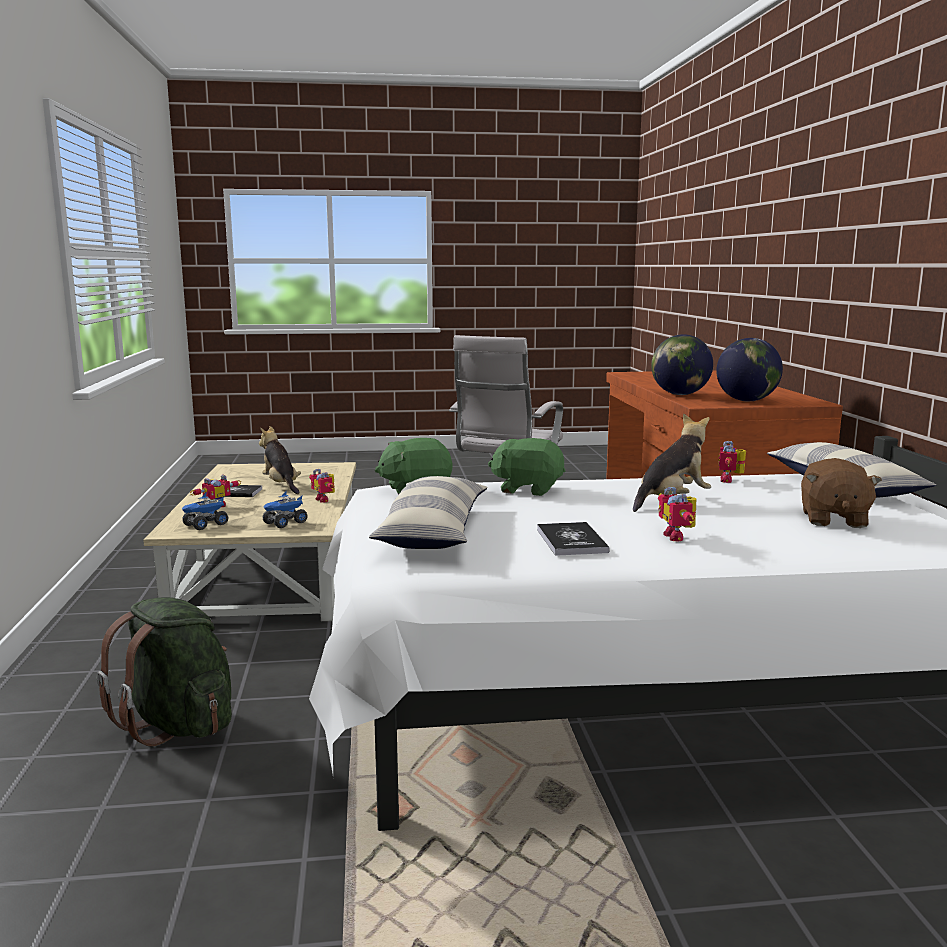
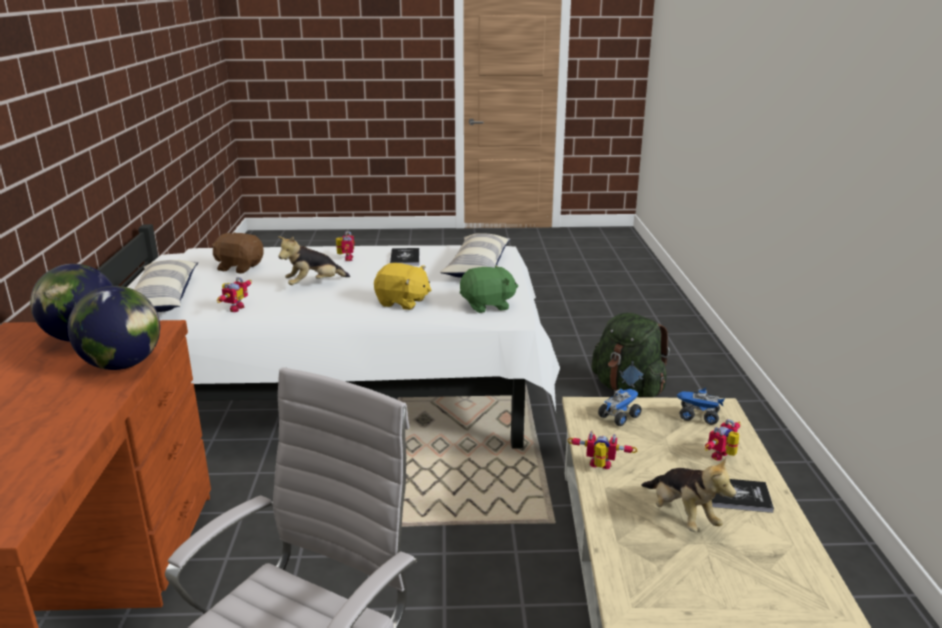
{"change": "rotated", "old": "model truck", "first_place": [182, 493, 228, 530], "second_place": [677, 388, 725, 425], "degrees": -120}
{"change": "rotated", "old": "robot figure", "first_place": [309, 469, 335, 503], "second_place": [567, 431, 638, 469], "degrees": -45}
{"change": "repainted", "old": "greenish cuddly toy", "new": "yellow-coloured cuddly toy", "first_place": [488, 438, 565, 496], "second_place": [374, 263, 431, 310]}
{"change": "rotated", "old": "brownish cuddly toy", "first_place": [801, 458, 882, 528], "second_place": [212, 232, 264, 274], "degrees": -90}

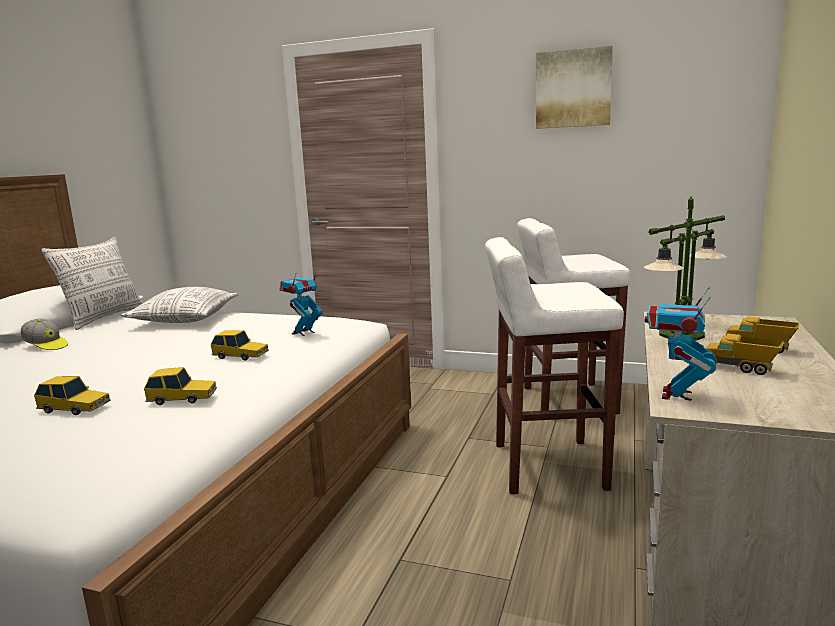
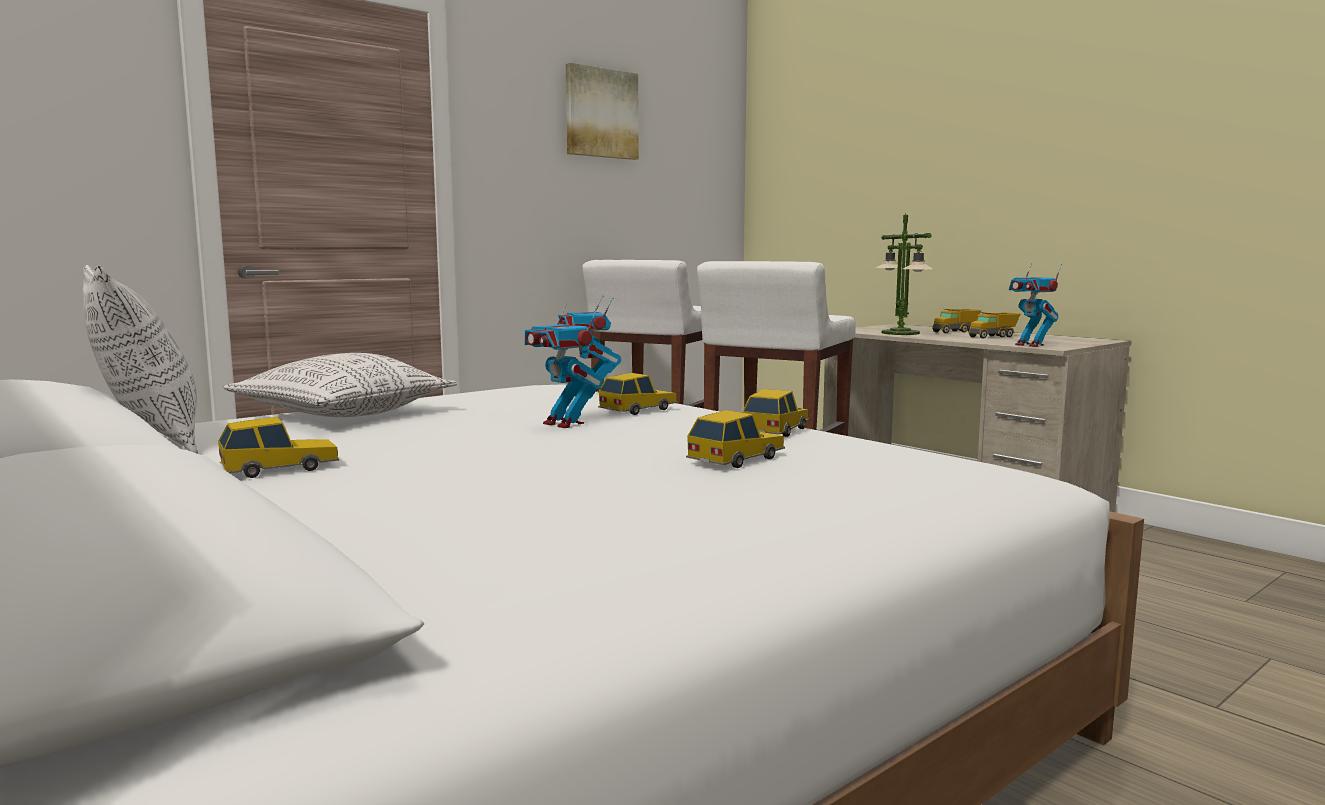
{"change": "swapped", "old": "peaked cap", "new": "model car", "first_place": [21, 319, 68, 350], "second_place": [218, 417, 339, 478]}
{"change": "new", "new": "robot figure", "second_place": [525, 303, 603, 428]}

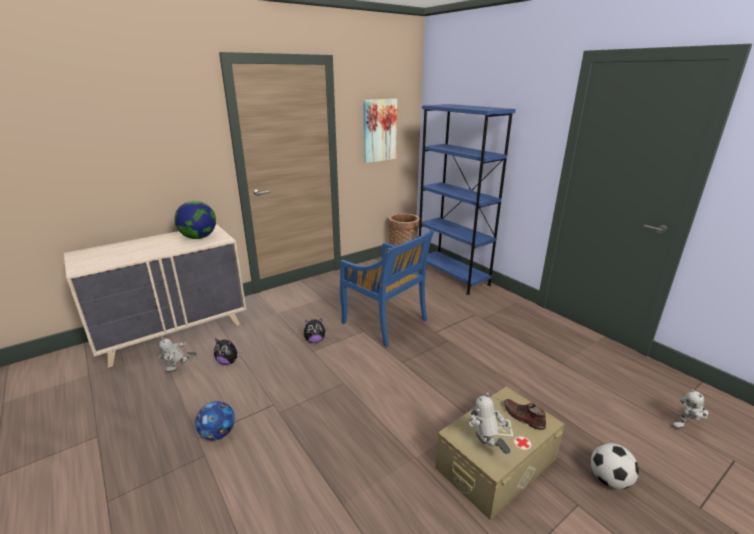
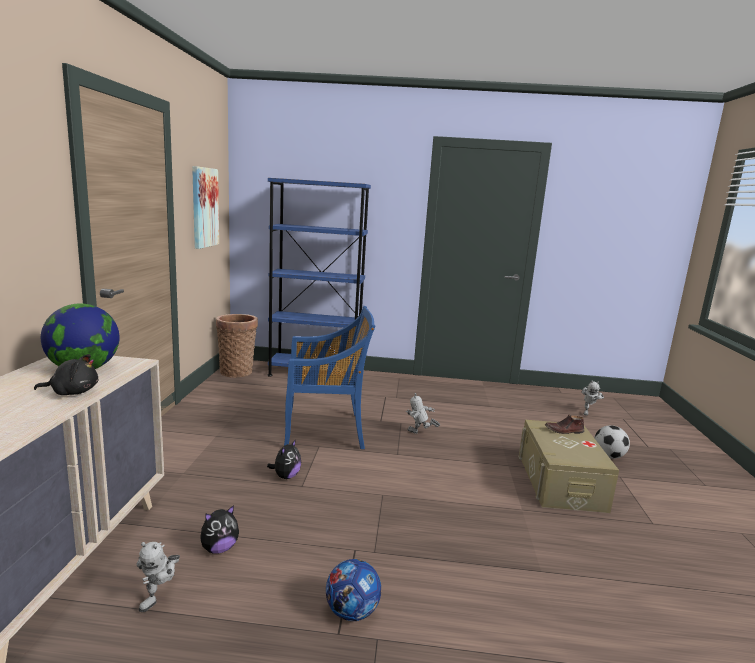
{"change": "shifted", "old": "robot figure", "first_place": [469, 392, 511, 454], "second_place": [406, 393, 440, 434]}
{"change": "new", "new": "blackish cuddly toy", "second_place": [34, 354, 98, 395]}

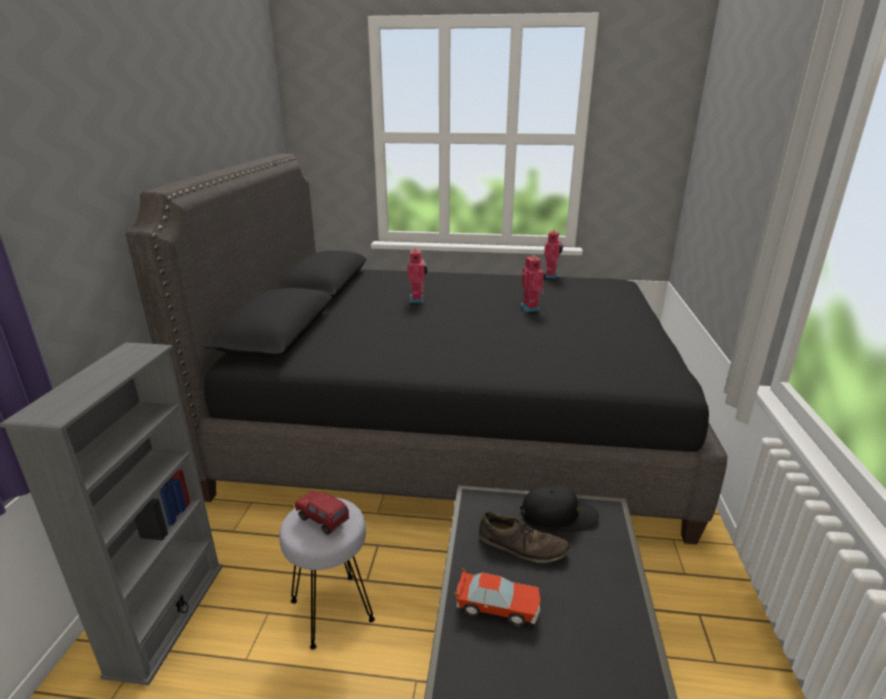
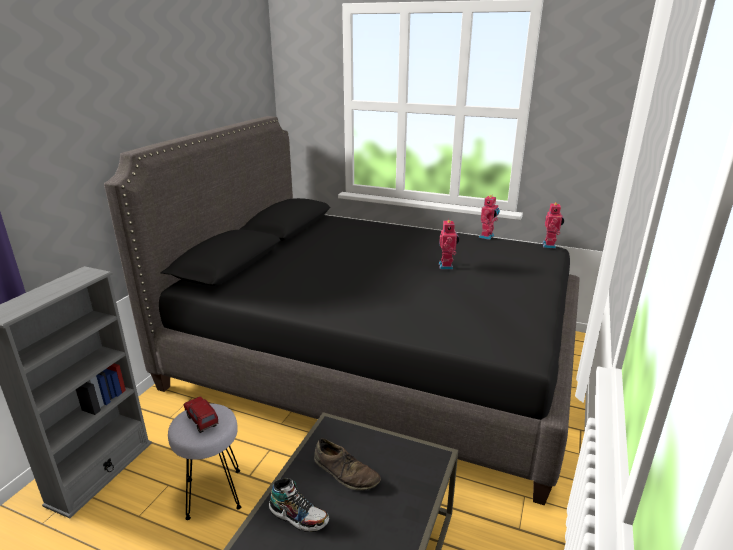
{"change": "shifted", "old": "robot figure", "first_place": [407, 248, 427, 303], "second_place": [542, 202, 564, 249]}
{"change": "swapped", "old": "model car", "new": "low shoe", "first_place": [454, 568, 540, 626], "second_place": [269, 478, 329, 532]}
{"change": "gone", "old": "blackish peaked cap", "first_place": [521, 486, 599, 532]}

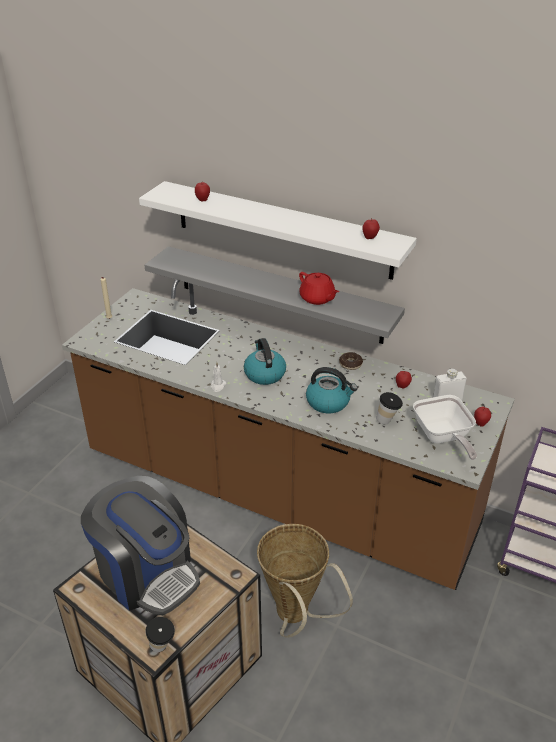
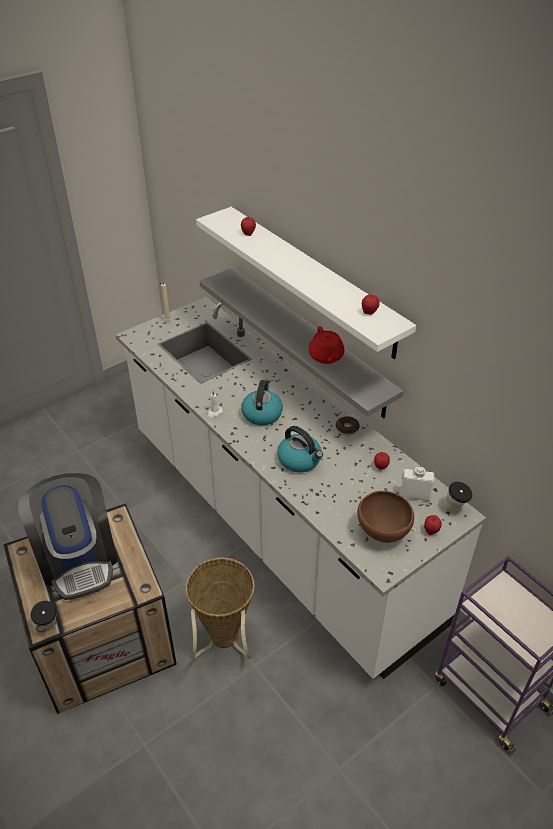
{"change": "repainted", "old": "brownish kitchen counter", "new": "whitish kitchen counter", "first_place": [62, 279, 514, 590], "second_place": [115, 297, 486, 679]}
{"change": "shifted", "old": "drinking cup", "first_place": [376, 392, 403, 424], "second_place": [443, 482, 472, 513]}
{"change": "swapped", "old": "skillet", "new": "brownish bowl", "first_place": [413, 395, 477, 460], "second_place": [357, 491, 414, 543]}

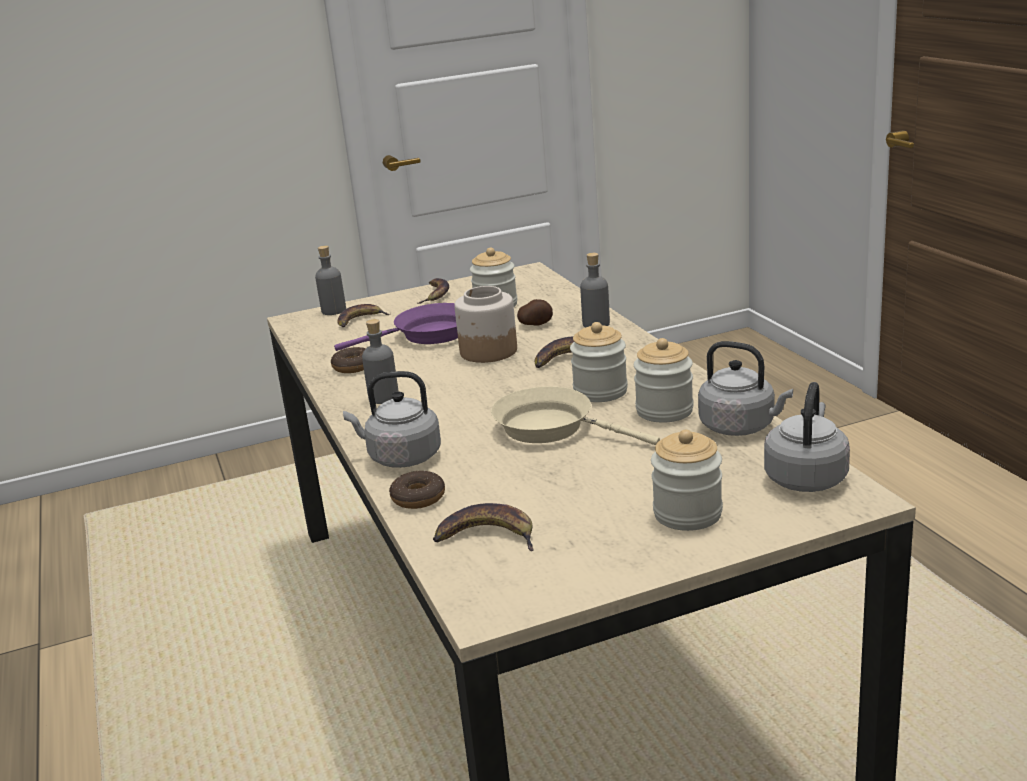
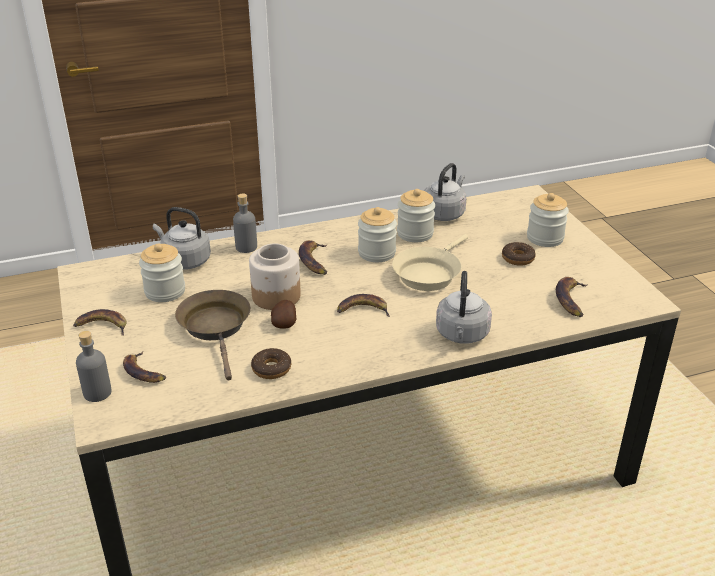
{"change": "repainted", "old": "purple skillet", "new": "brownish skillet", "first_place": [334, 303, 458, 351], "second_place": [175, 290, 251, 381]}
{"change": "gone", "old": "greyish beverage bottle", "first_place": [362, 319, 399, 404]}
{"change": "shifted", "old": "ring doughnut", "first_place": [389, 471, 445, 509], "second_place": [502, 242, 536, 266]}
{"change": "shifted", "old": "potato", "first_place": [517, 299, 553, 325], "second_place": [271, 300, 296, 329]}
{"change": "shifted", "old": "greyish tea kettle", "first_place": [764, 382, 850, 492], "second_place": [153, 207, 211, 270]}
{"change": "new", "new": "whole banana", "second_place": [337, 294, 390, 317]}

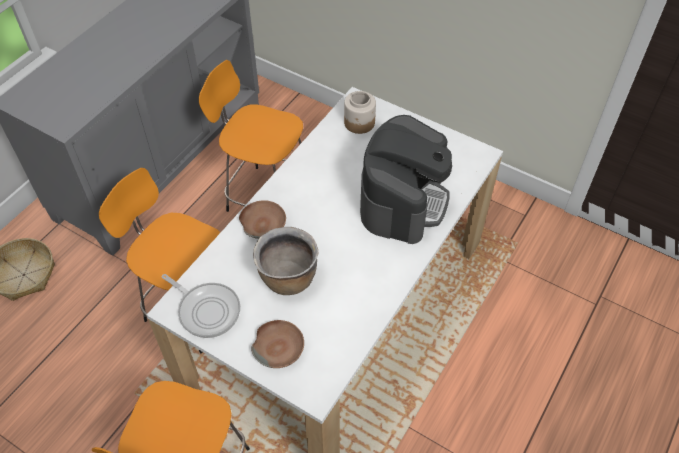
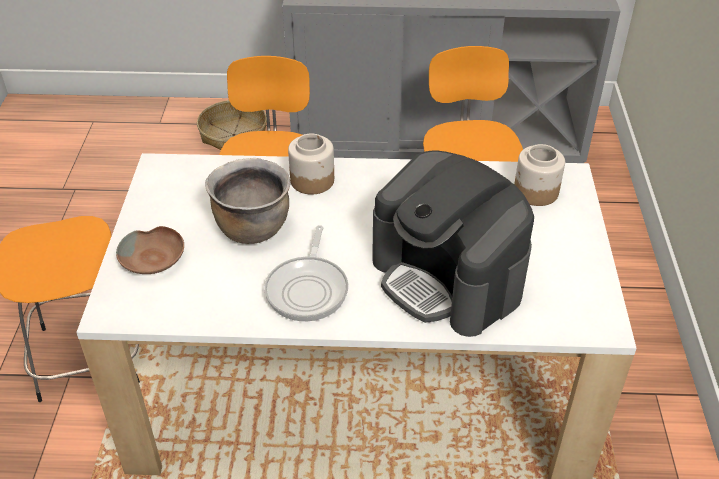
{"change": "shifted", "old": "skillet", "first_place": [162, 274, 240, 338], "second_place": [264, 225, 348, 321]}
{"change": "swapped", "old": "brownish bowl", "new": "preserve jar", "first_place": [239, 200, 286, 239], "second_place": [288, 133, 334, 194]}
{"change": "rotated", "old": "coffee maker", "first_place": [360, 115, 452, 244], "second_place": [372, 150, 534, 337], "degrees": 60}

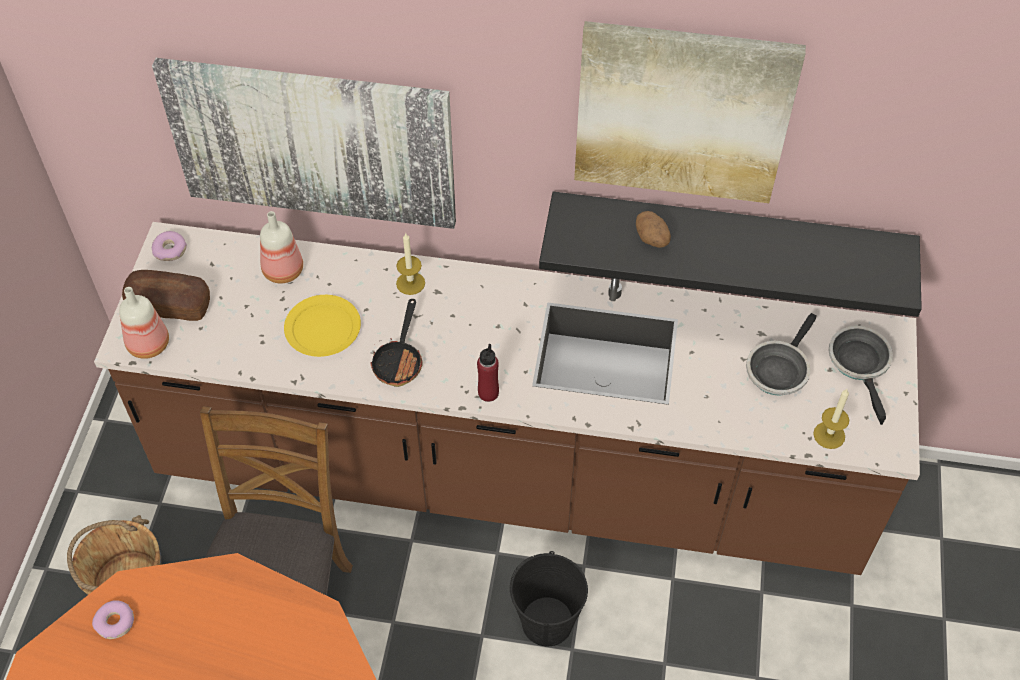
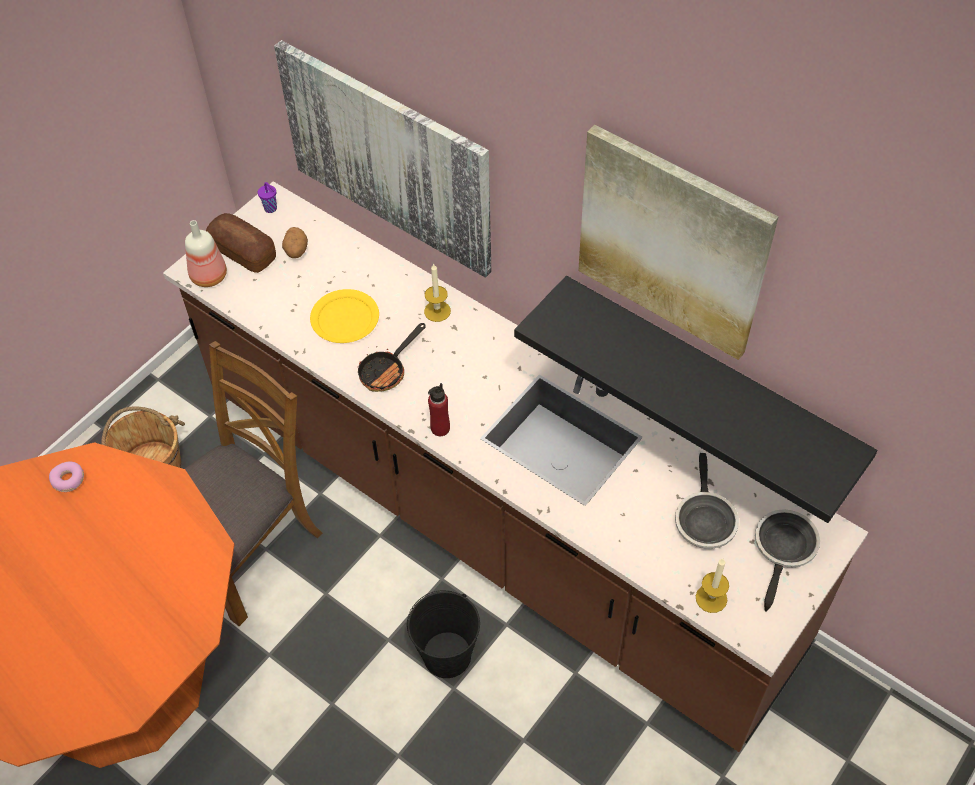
{"change": "swapped", "old": "ring doughnut", "new": "purple drinking cup", "first_place": [152, 231, 187, 261], "second_place": [258, 182, 277, 213]}
{"change": "gone", "old": "beverage bottle", "first_place": [260, 211, 303, 283]}
{"change": "shifted", "old": "potato", "first_place": [636, 211, 671, 248], "second_place": [282, 227, 308, 258]}
{"change": "rotated", "old": "skillet", "first_place": [746, 313, 817, 396], "second_place": [675, 453, 739, 549], "degrees": -60}

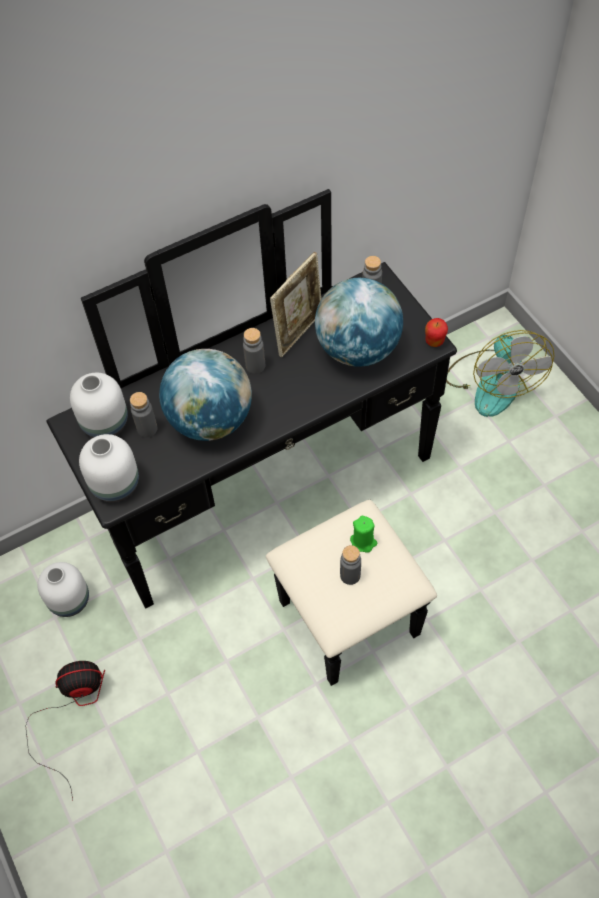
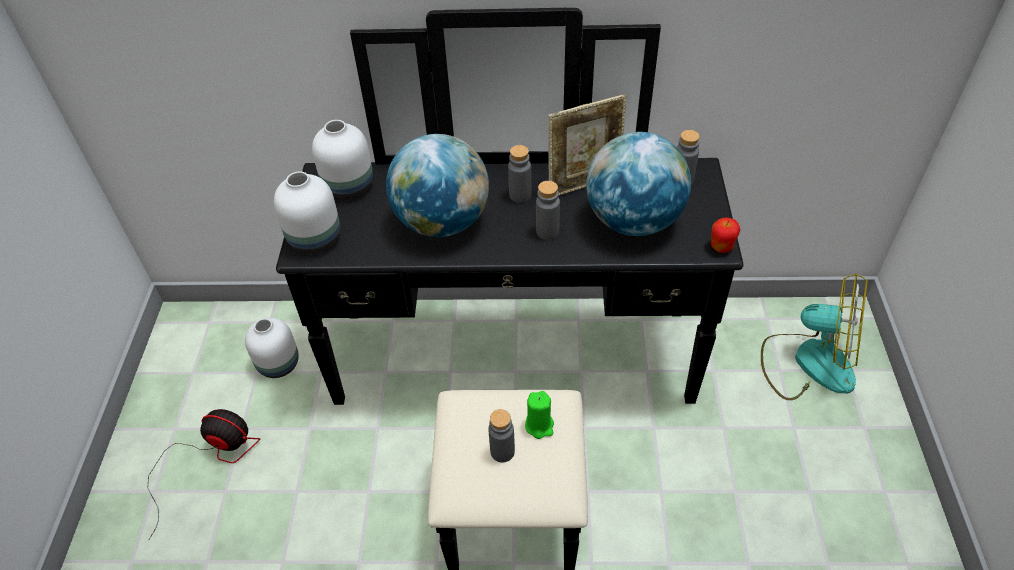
{"change": "shifted", "old": "greyish beverage bottle", "first_place": [130, 392, 158, 437], "second_place": [536, 181, 560, 240]}
{"change": "rotated", "old": "fan", "first_place": [446, 330, 555, 417], "second_place": [761, 273, 868, 400], "degrees": -90}

